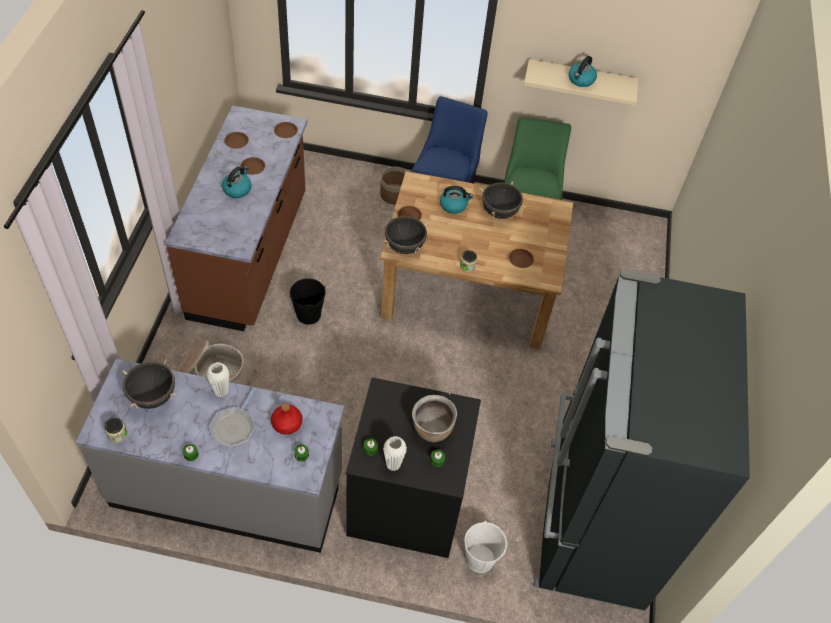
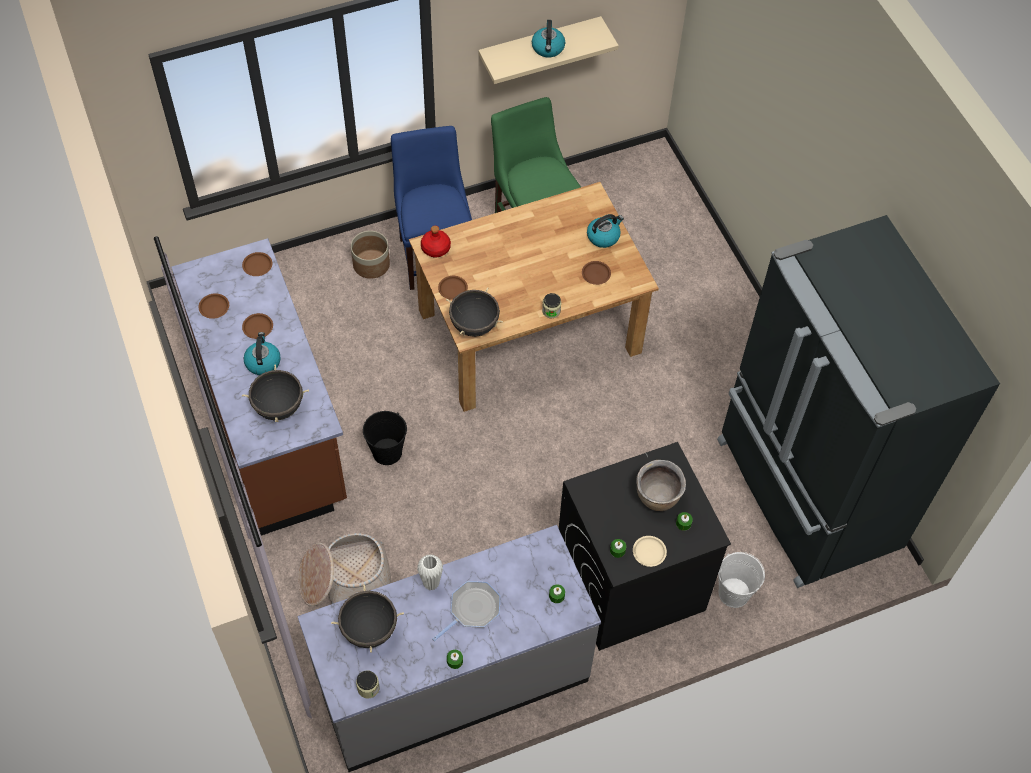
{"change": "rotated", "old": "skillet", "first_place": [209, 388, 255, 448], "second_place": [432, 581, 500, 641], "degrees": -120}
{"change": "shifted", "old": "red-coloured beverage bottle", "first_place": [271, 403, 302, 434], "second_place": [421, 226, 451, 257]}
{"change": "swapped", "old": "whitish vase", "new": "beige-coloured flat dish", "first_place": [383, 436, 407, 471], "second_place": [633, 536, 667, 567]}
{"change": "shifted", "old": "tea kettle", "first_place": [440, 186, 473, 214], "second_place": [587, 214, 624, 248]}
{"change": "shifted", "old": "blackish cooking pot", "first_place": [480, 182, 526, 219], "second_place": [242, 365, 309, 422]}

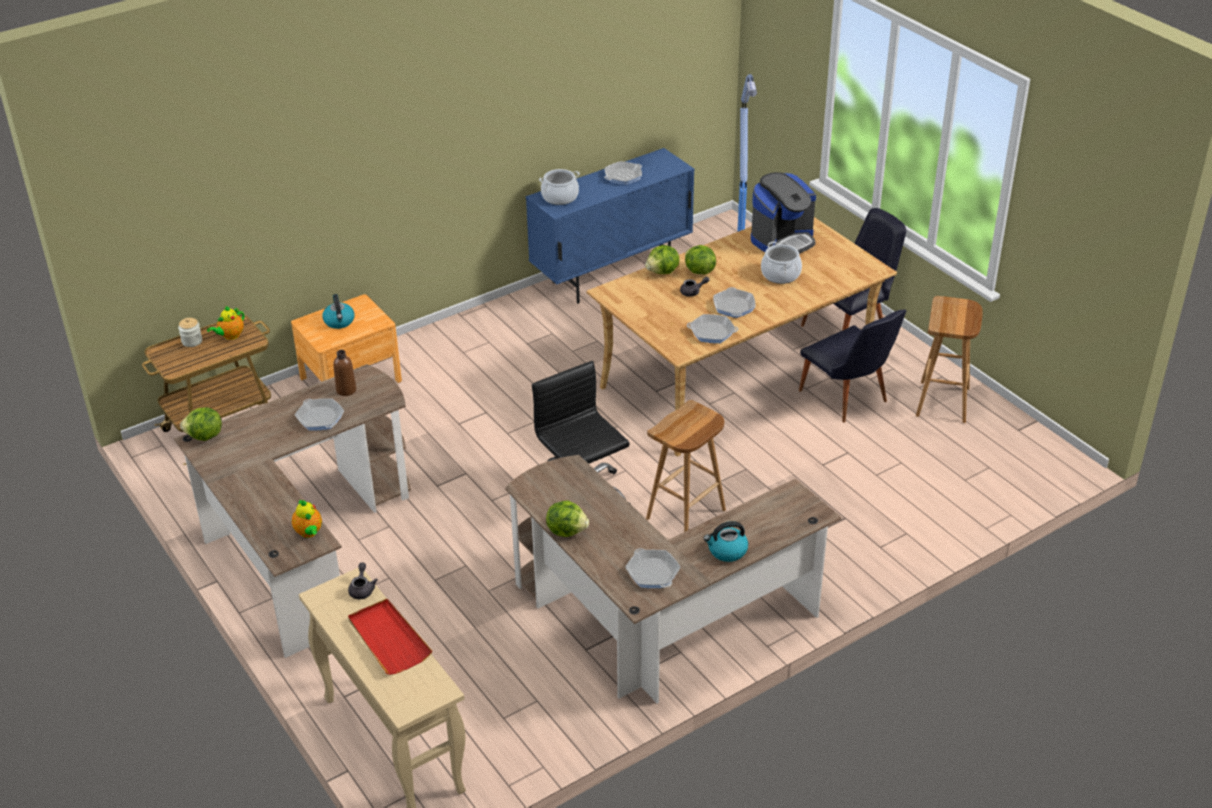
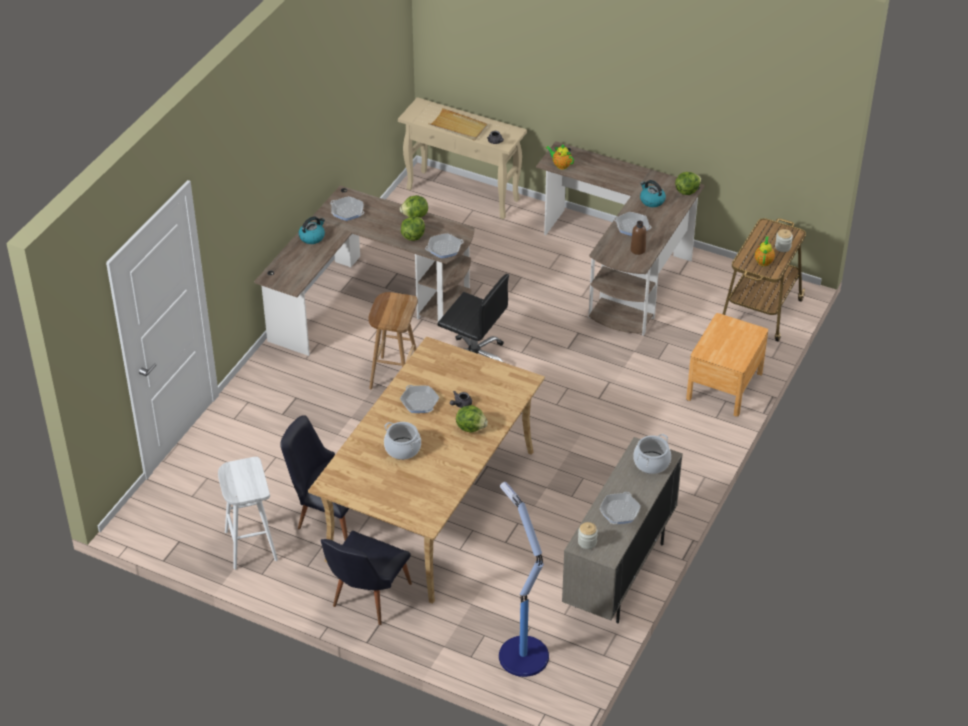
{"change": "shifted", "old": "tea kettle", "first_place": [322, 294, 354, 329], "second_place": [640, 180, 666, 207]}
{"change": "repainted", "old": "red-coloured tray", "new": "beige-coloured tray", "first_place": [348, 598, 432, 675], "second_place": [428, 108, 488, 141]}
{"change": "repainted", "old": "blue-coloured cabinet", "new": "beige-coloured cabinet", "first_place": [526, 148, 694, 304], "second_place": [562, 437, 683, 624]}
{"change": "shifted", "old": "lettuce", "first_place": [645, 245, 679, 274], "second_place": [401, 217, 425, 241]}
{"change": "shifted", "old": "skillet", "first_place": [687, 314, 738, 343], "second_place": [425, 233, 464, 259]}
{"change": "gone", "old": "coffee maker", "first_place": [751, 172, 816, 254]}
{"change": "repainted", "old": "brownish stool seat", "new": "whitish stool seat", "first_place": [916, 296, 983, 423], "second_place": [218, 457, 278, 570]}
{"change": "new", "new": "preserve jar", "second_place": [578, 522, 598, 549]}

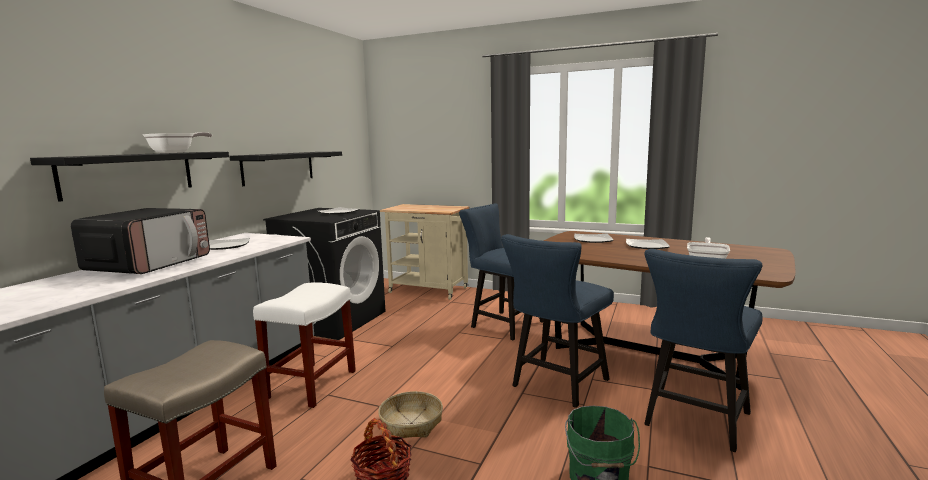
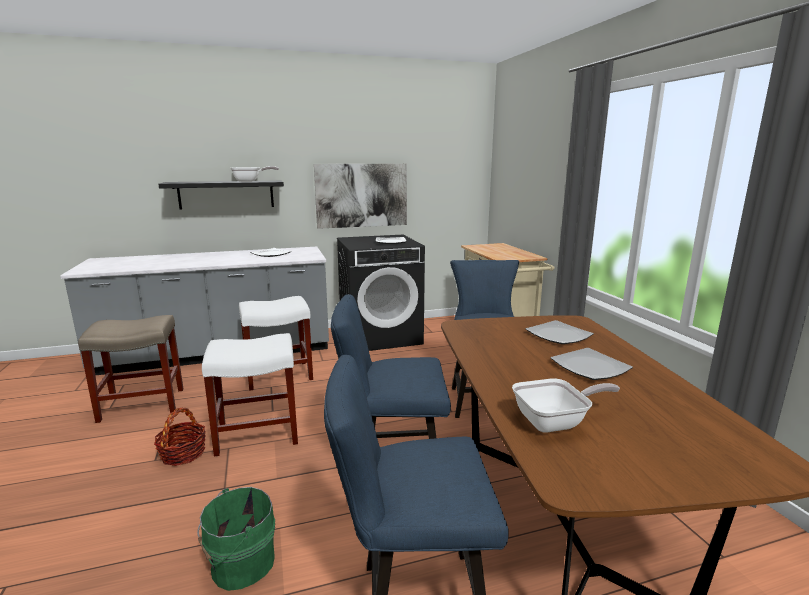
{"change": "gone", "old": "microwave oven", "first_place": [71, 208, 210, 274]}
{"change": "swapped", "old": "blackish shelf", "new": "wall picture", "first_place": [229, 151, 342, 186], "second_place": [314, 164, 407, 229]}
{"change": "swapped", "old": "household basket", "new": "whitish stool seat", "first_place": [378, 391, 443, 438], "second_place": [202, 333, 298, 457]}

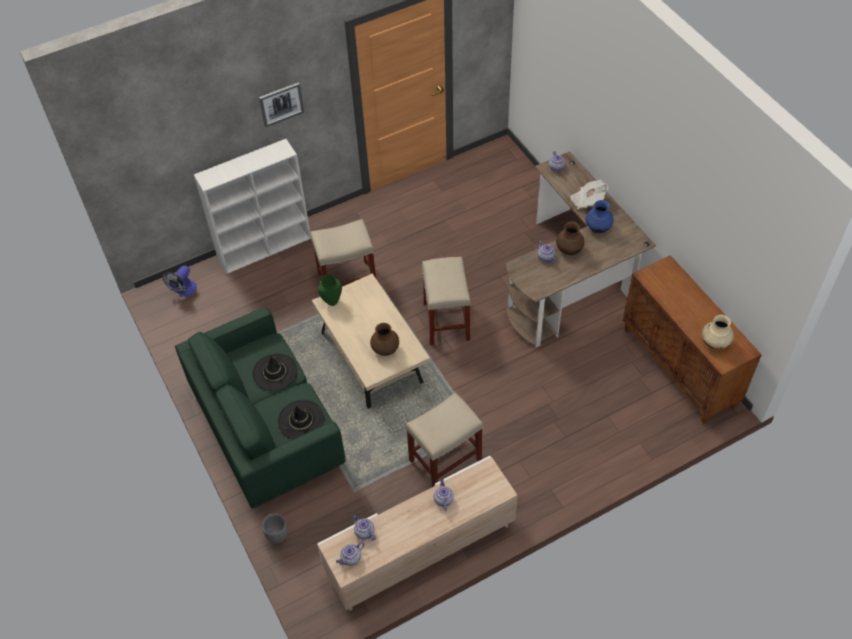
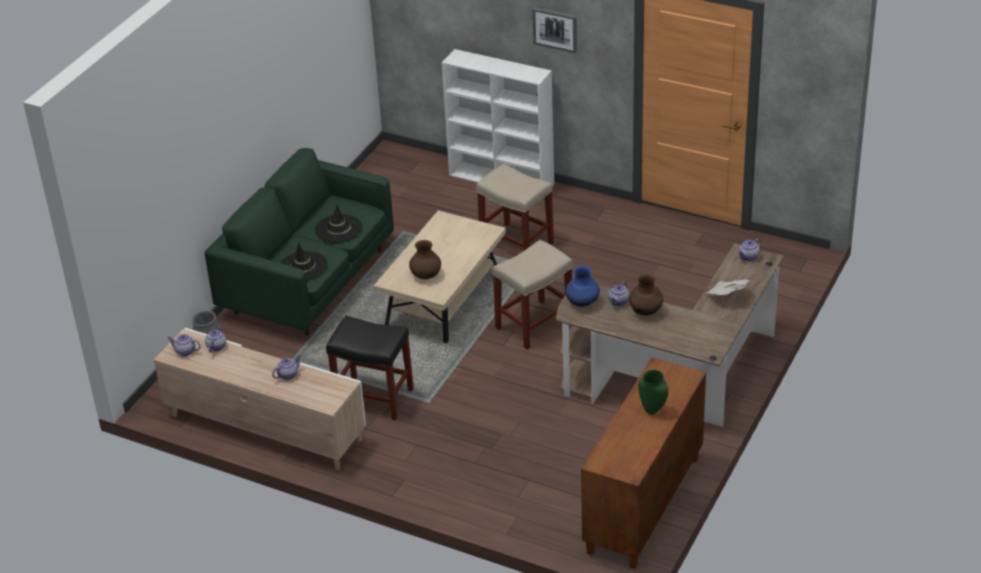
{"change": "gone", "old": "fan", "first_place": [162, 265, 197, 297]}
{"change": "shifted", "old": "greenish vase", "first_place": [318, 275, 342, 306], "second_place": [638, 370, 668, 415]}
{"change": "repainted", "old": "beige-coloured stool seat", "new": "blackish stool seat", "first_place": [406, 393, 483, 487], "second_place": [326, 316, 414, 421]}
{"change": "shifted", "old": "blue-coloured vase", "first_place": [585, 200, 614, 233], "second_place": [566, 266, 600, 307]}
{"change": "gone", "old": "beige-coloured vase", "first_place": [702, 315, 734, 349]}

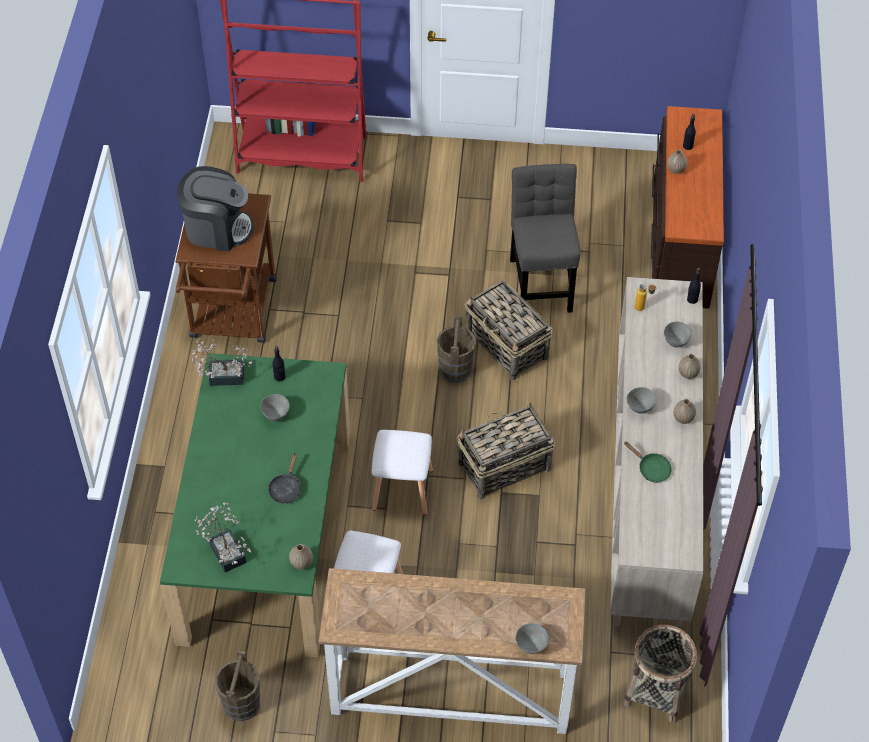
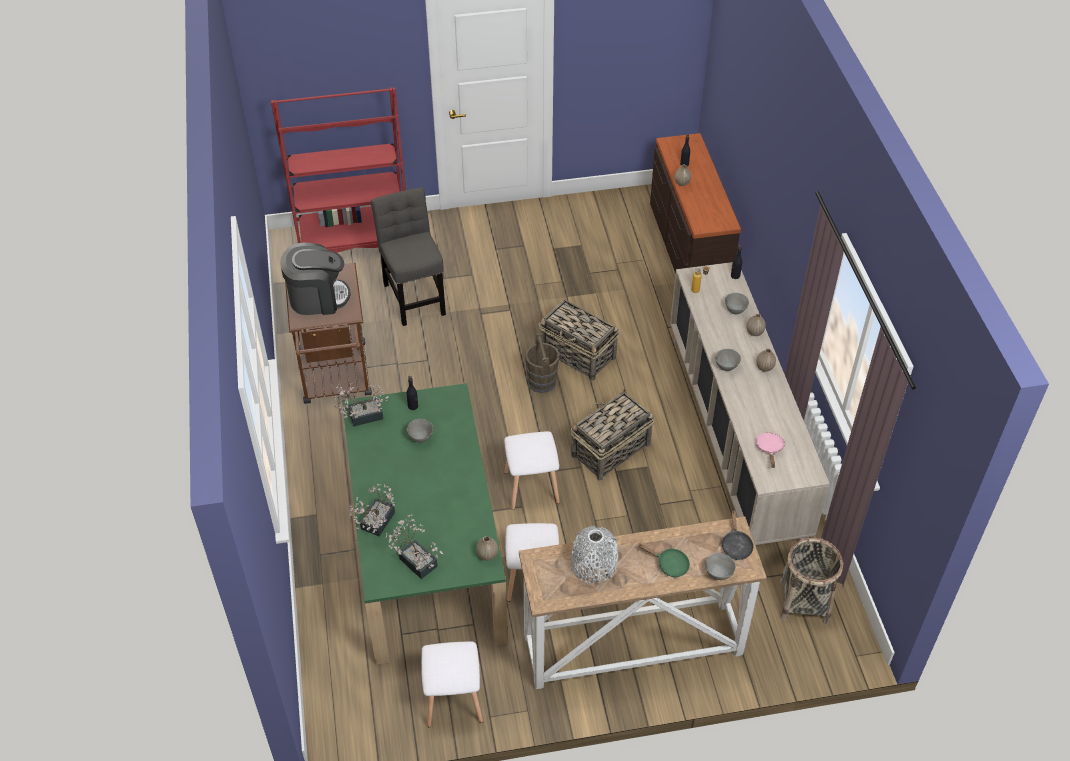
{"change": "swapped", "old": "brownish pail", "new": "whitish stool seat", "first_place": [215, 651, 260, 721], "second_place": [421, 641, 483, 727]}
{"change": "shifted", "old": "blackish skillet", "first_place": [268, 453, 301, 504], "second_place": [721, 511, 754, 560]}
{"change": "shifted", "old": "greyish upright chair", "first_place": [510, 164, 580, 313], "second_place": [371, 188, 446, 326]}
{"change": "shifted", "old": "greenish skillet", "first_place": [624, 441, 671, 483], "second_place": [638, 544, 690, 577]}
{"change": "new", "new": "potted plant", "second_place": [349, 484, 395, 536]}
{"change": "new", "new": "greyish vase", "second_place": [571, 526, 618, 584]}
{"change": "new", "new": "pinkish skillet", "second_place": [755, 433, 785, 468]}

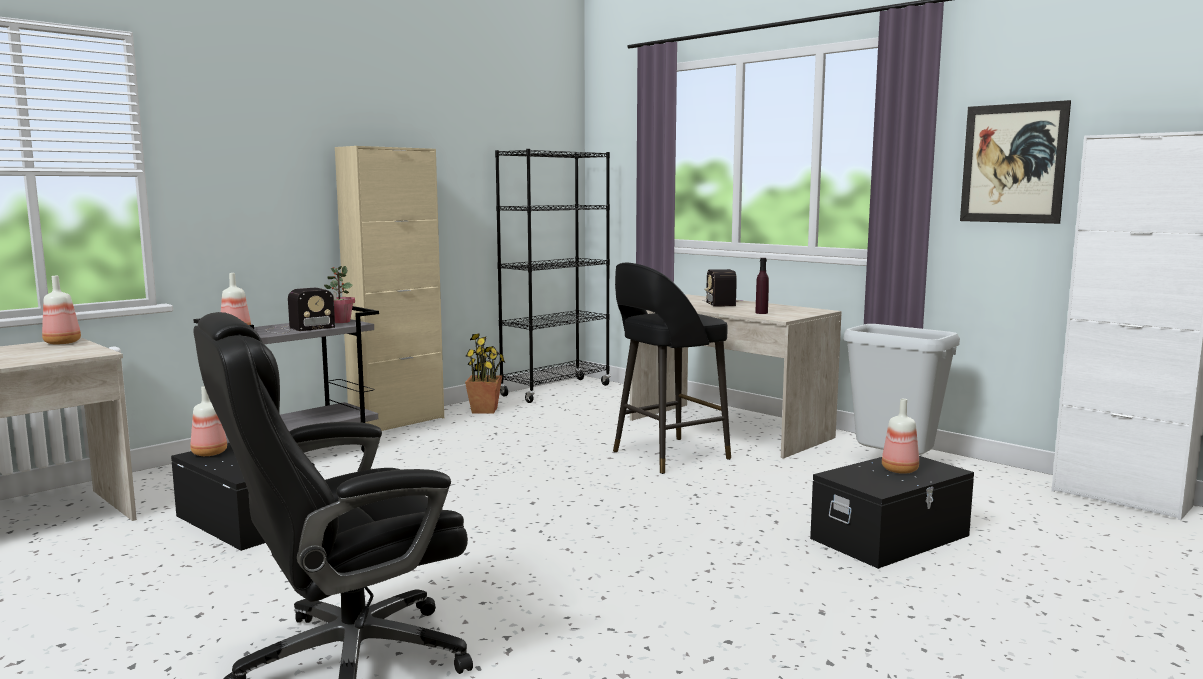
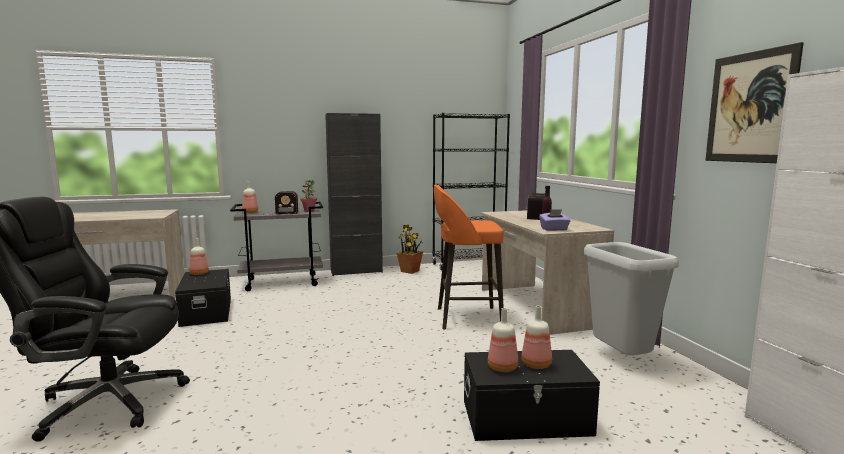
{"change": "shifted", "old": "beverage bottle", "first_place": [42, 276, 81, 345], "second_place": [488, 308, 518, 372]}
{"change": "repainted", "old": "beige-coloured cabinet", "new": "blackish cabinet", "first_place": [335, 146, 444, 431], "second_place": [325, 113, 383, 276]}
{"change": "repainted", "old": "blackish stool seat", "new": "orangey stool seat", "first_place": [613, 263, 731, 474], "second_place": [434, 184, 504, 330]}
{"change": "new", "new": "purple tissue holder", "second_place": [539, 209, 571, 231]}

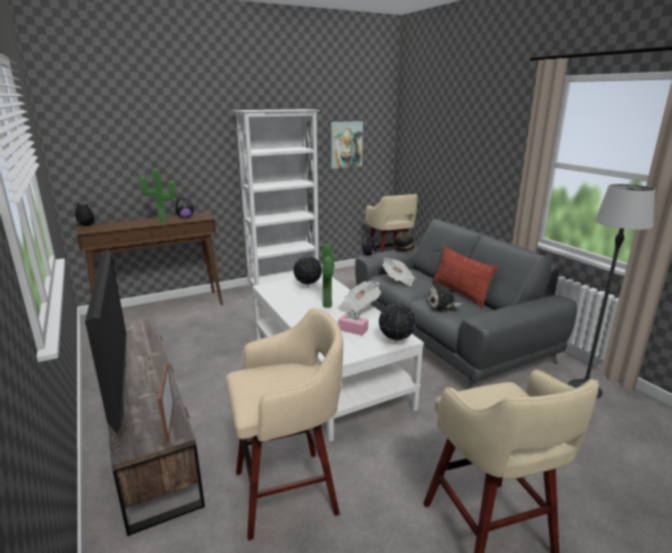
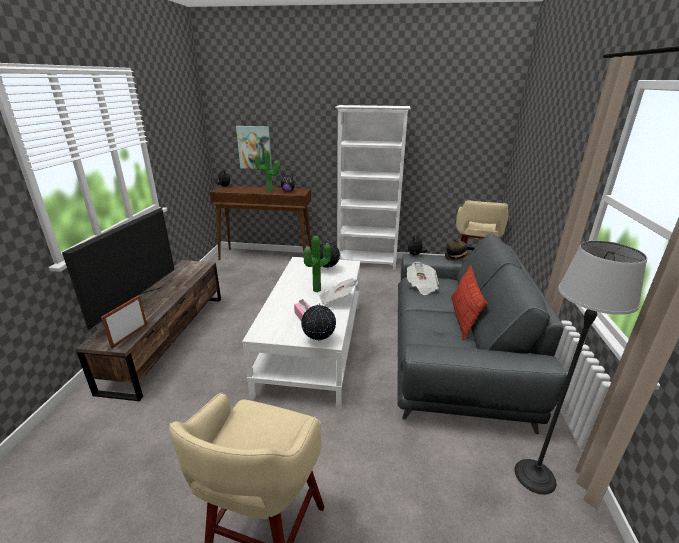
{"change": "gone", "old": "beige-coloured stool seat", "first_place": [226, 308, 343, 540]}
{"change": "shifted", "old": "wall picture", "first_place": [330, 121, 363, 169], "second_place": [236, 126, 272, 169]}
{"change": "gone", "old": "cuddly toy", "first_place": [426, 280, 464, 313]}

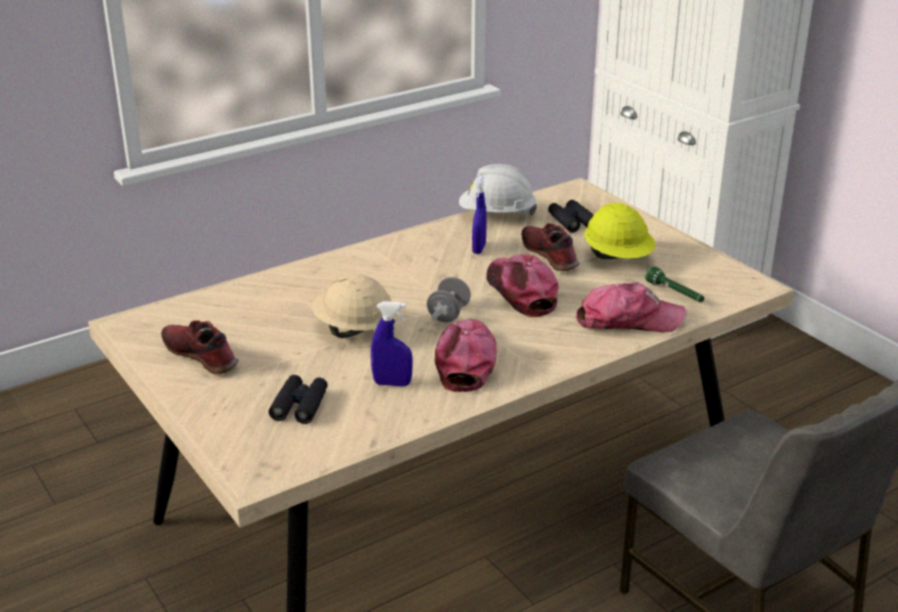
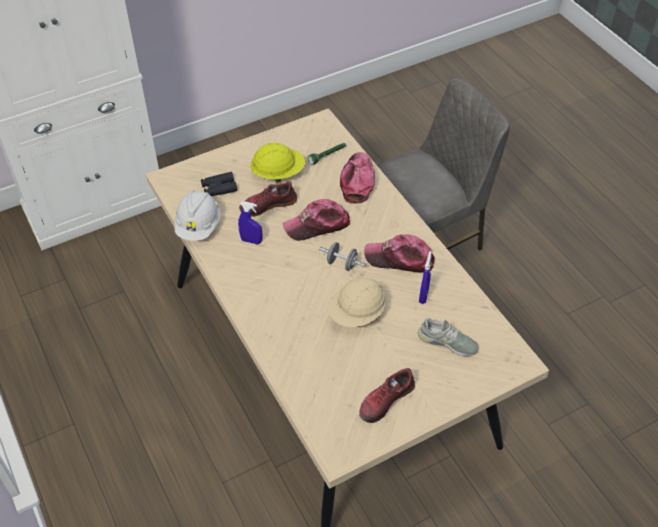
{"change": "swapped", "old": "blackish pair of binoculars", "new": "greyish low shoe", "first_place": [269, 375, 328, 424], "second_place": [418, 318, 478, 356]}

